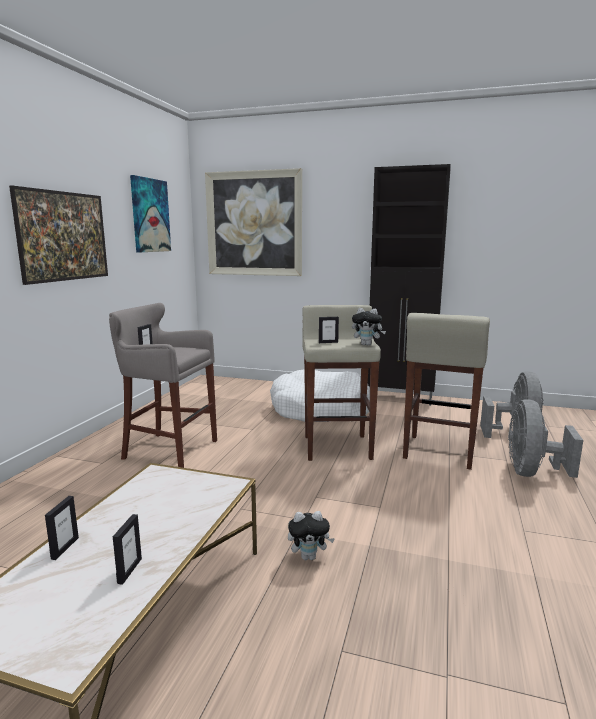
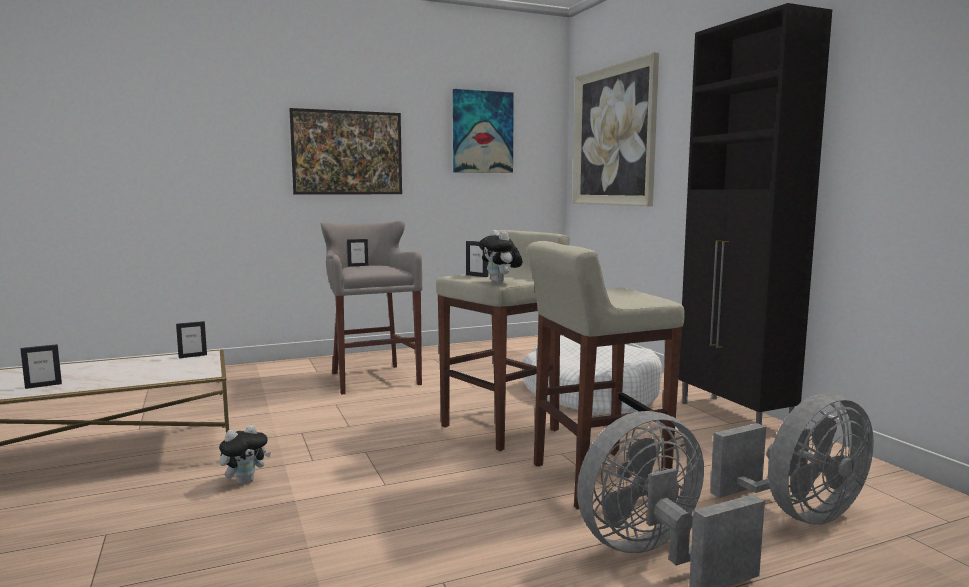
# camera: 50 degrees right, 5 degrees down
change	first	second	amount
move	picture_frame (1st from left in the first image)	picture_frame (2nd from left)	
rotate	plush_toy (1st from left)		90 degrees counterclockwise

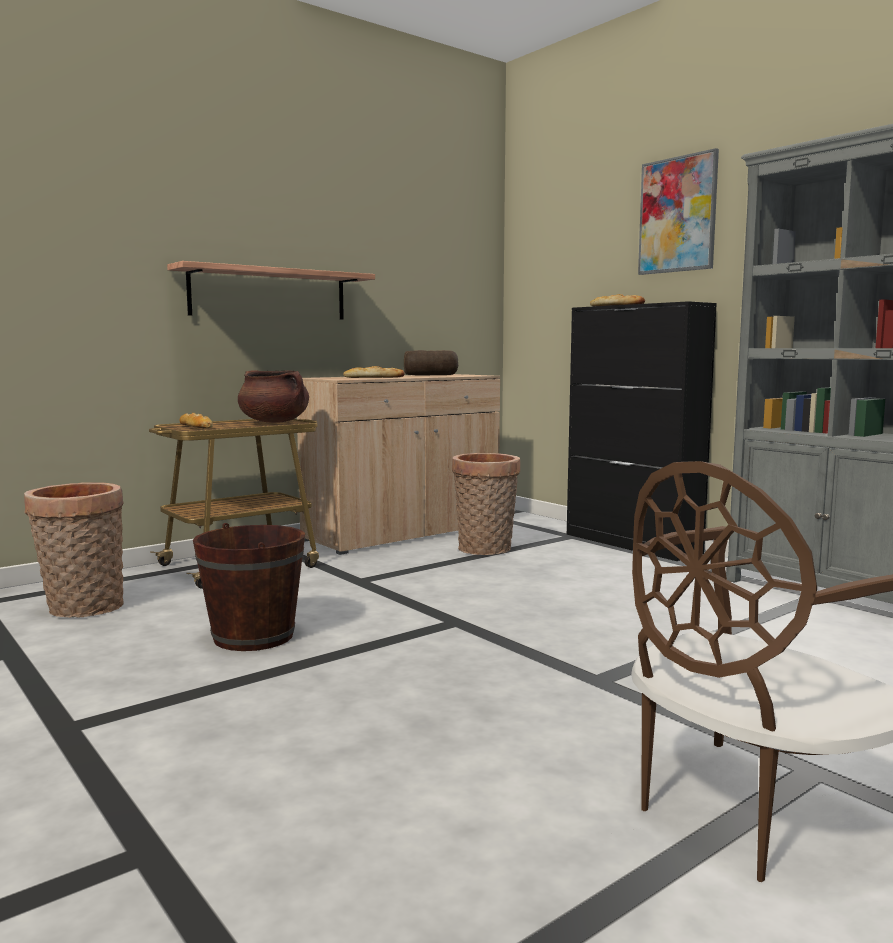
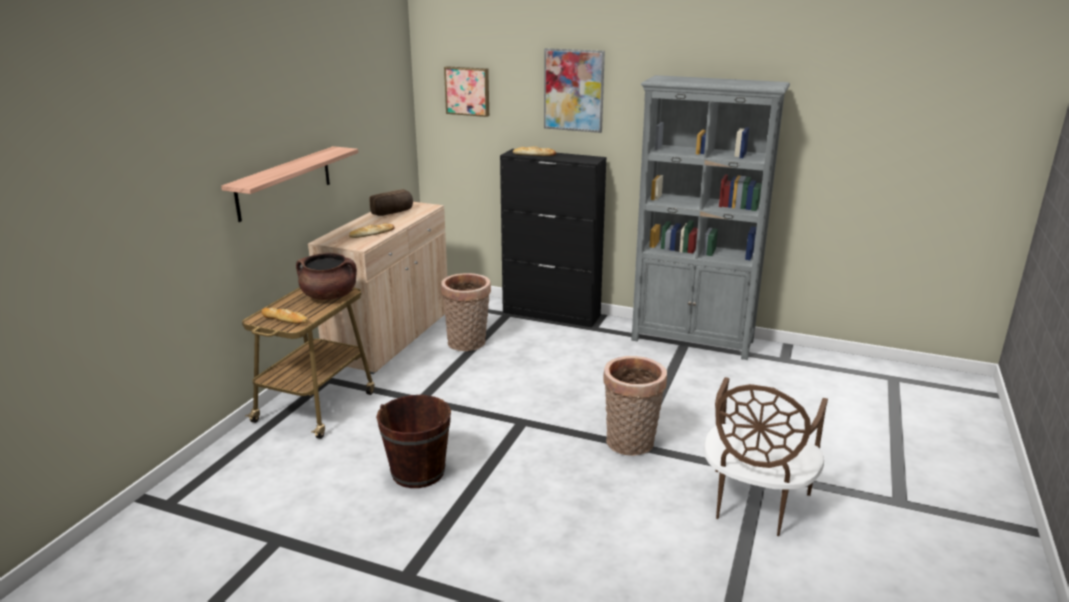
# camera: 30 degrees left, 15 degrees up
change	first	second	amount
move	basket (1st from left in the first image)	basket (2nd from left)	
insert		picture (1st from left)	

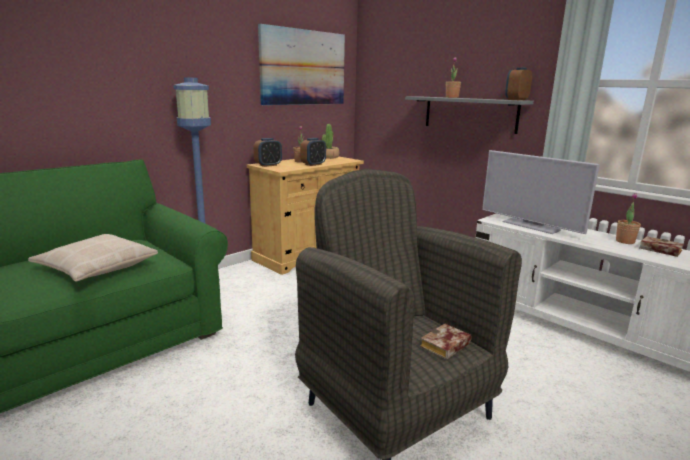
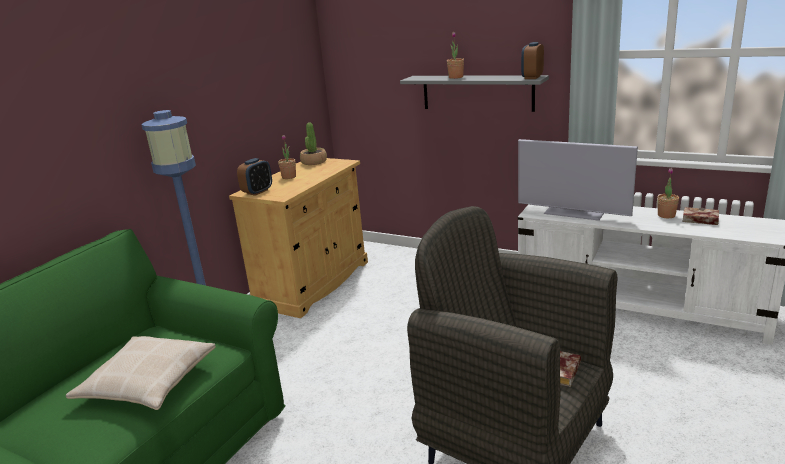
# camera: 15 degrees left, 5 degrees up
change	first	second	amount
delete	picture		
delete	alarm_clock (2nd from left)		

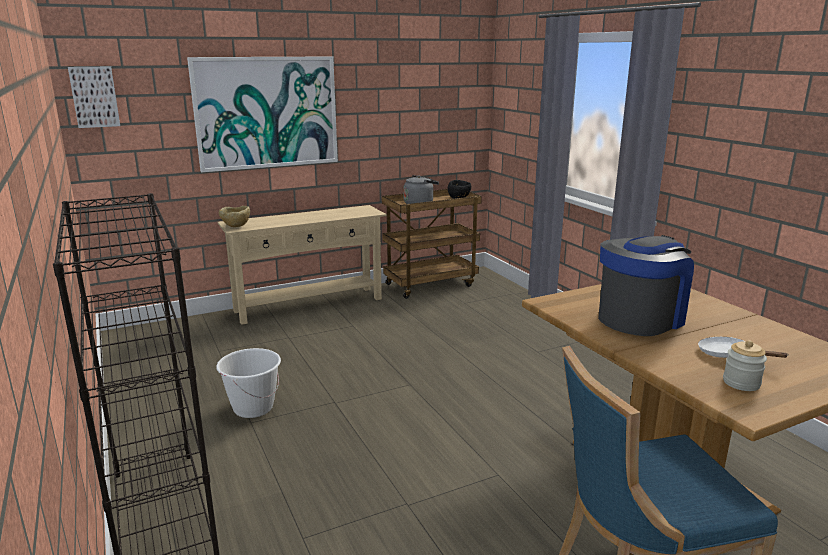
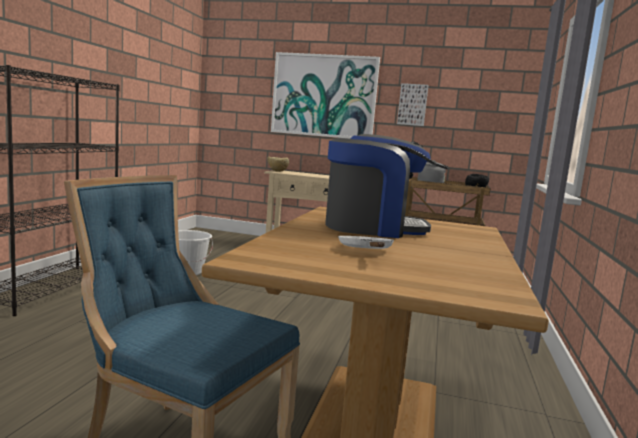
# camera: 40 degrees right, 10 degrees down
change	first	second	amount
move	picture (1st from left in the first image)	picture (2nd from left)	
delete	jar		

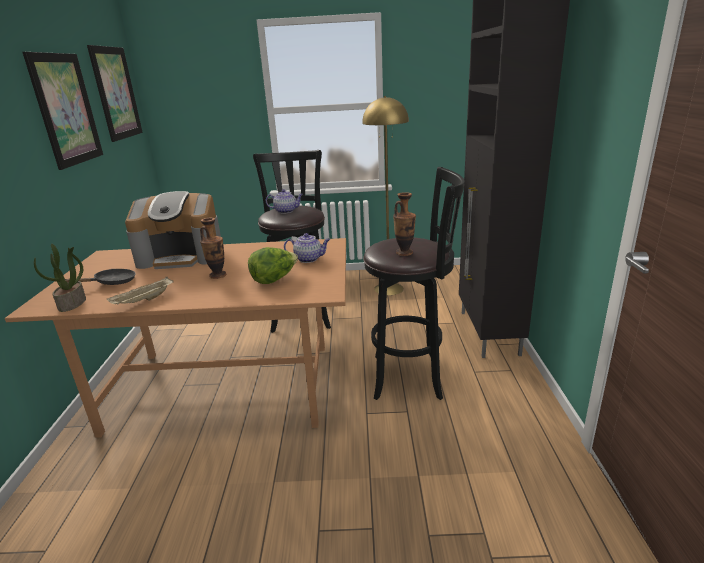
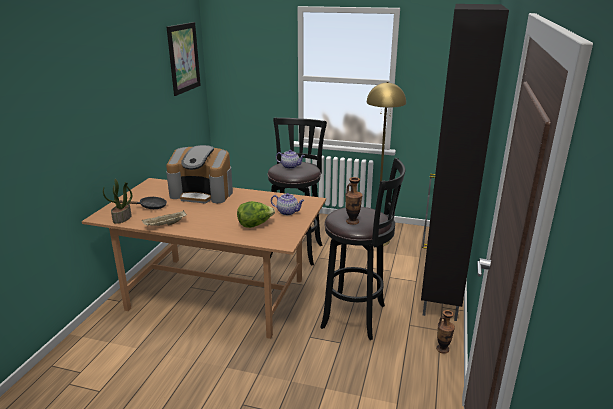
# camera: 15 degrees right, 0 degrees up
change	first	second	amount
delete	picture (1st from left)		
move	vase (1st from left in the first image)	vase (2nd from left)	

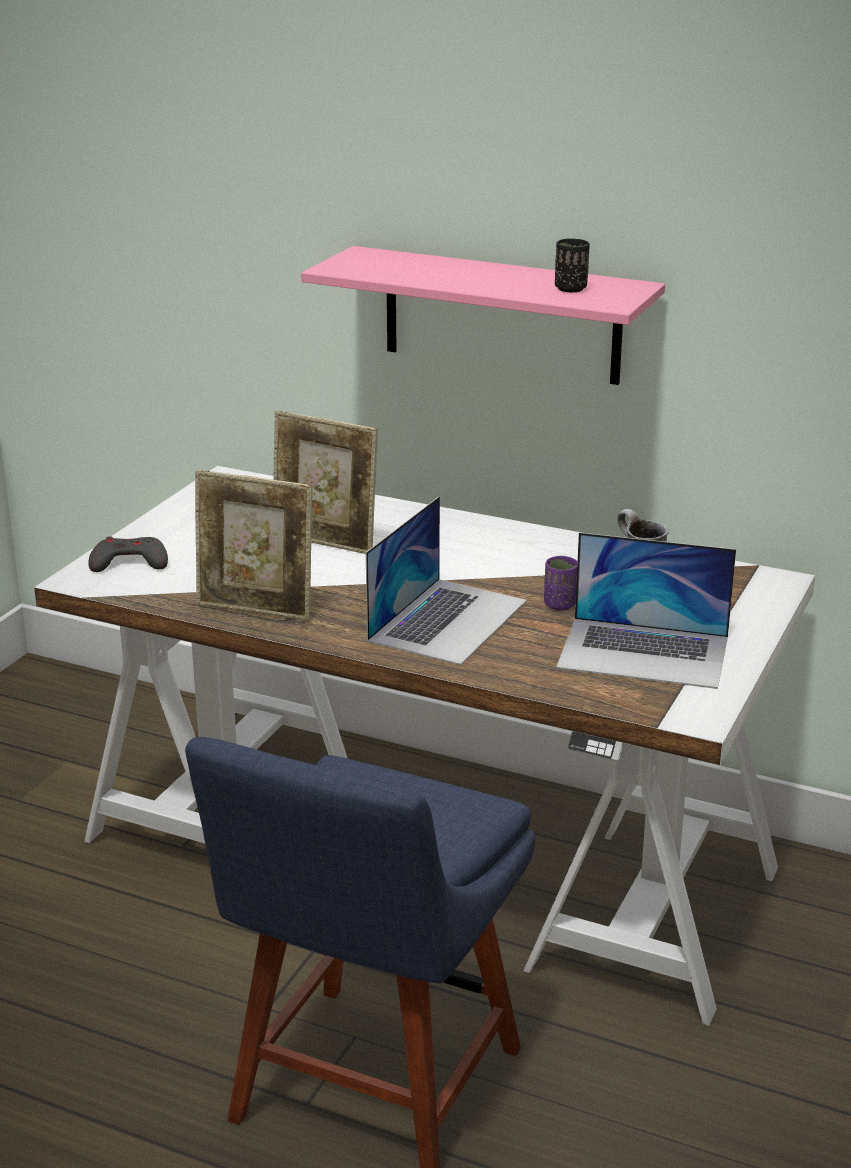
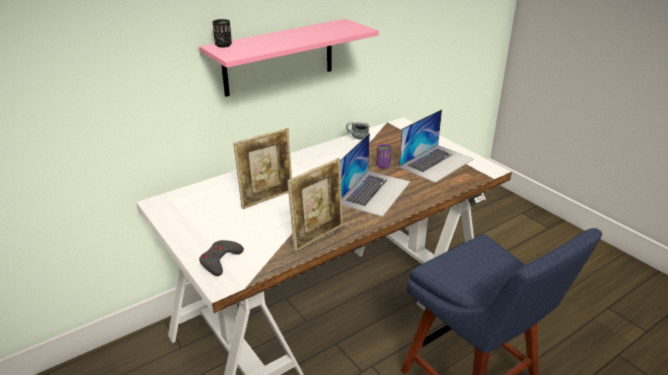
# camera: 60 degrees left, 5 degrees up
change	first	second	amount
move	black_cup		
rotate	laptop (1st from left)		60 degrees clockwise

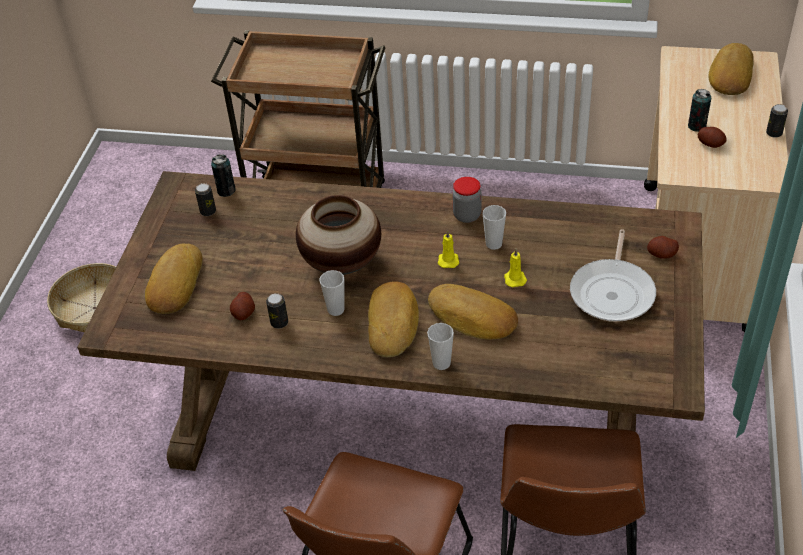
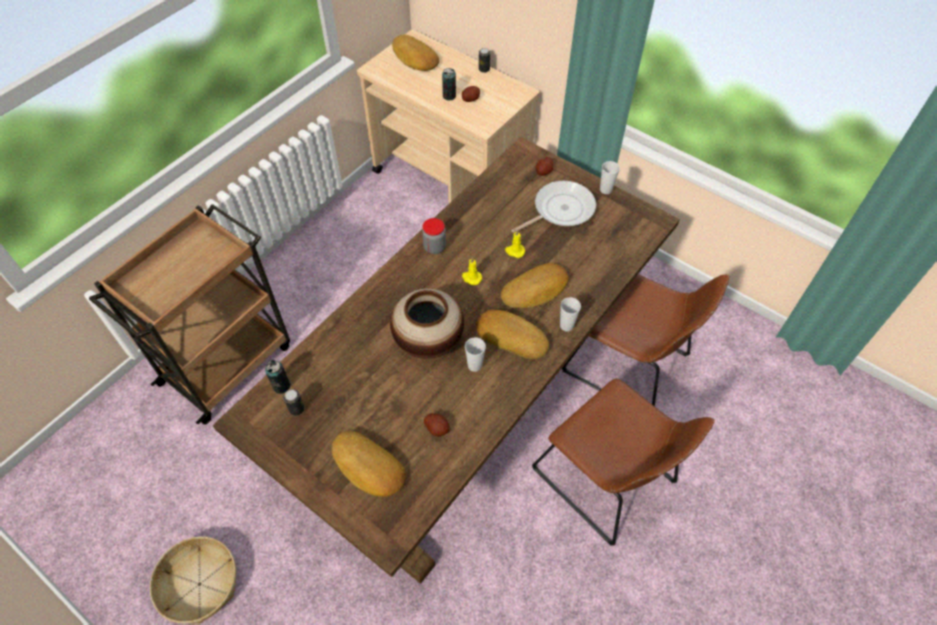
# camera: 65 degrees left, 10 degrees up
change	first	second	amount
move	cup (3rd from left)		
rotate	frying_pan		75 degrees counterclockwise
delete	can (3rd from left)		

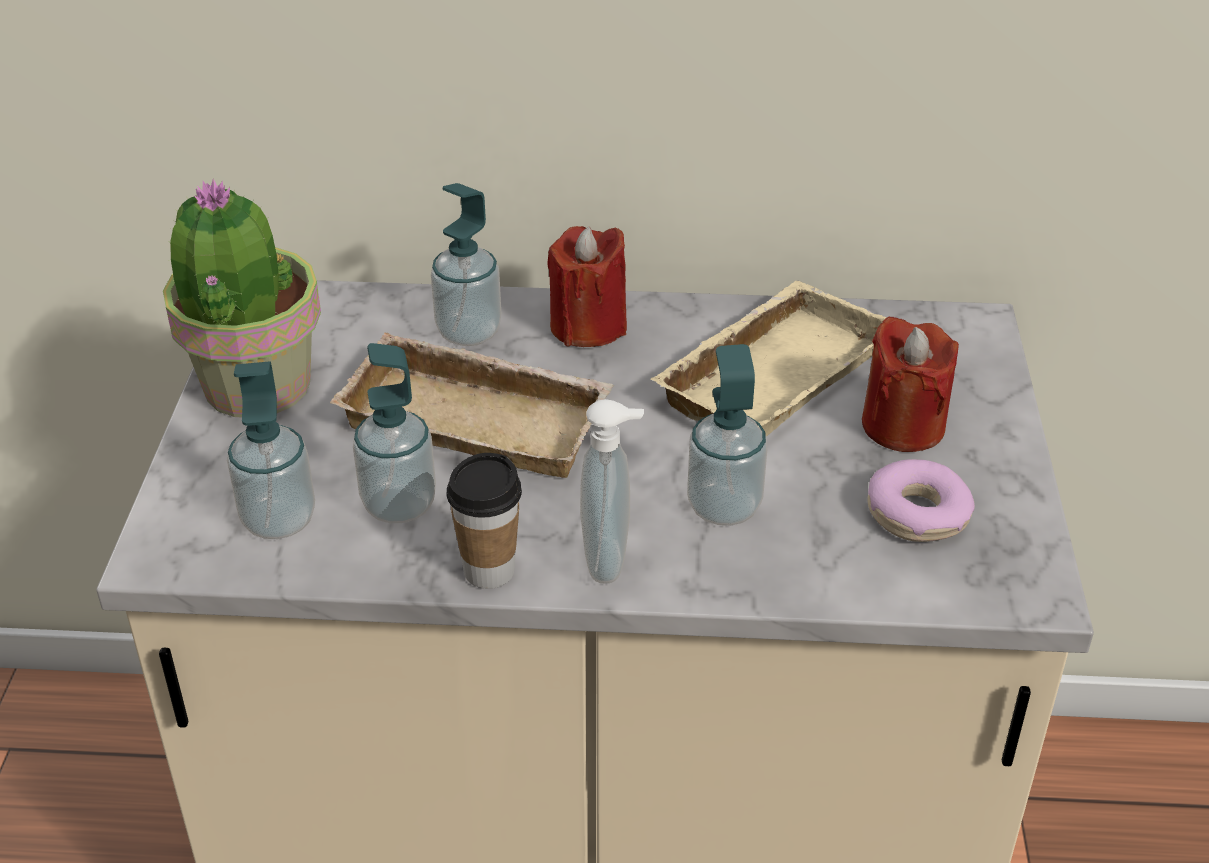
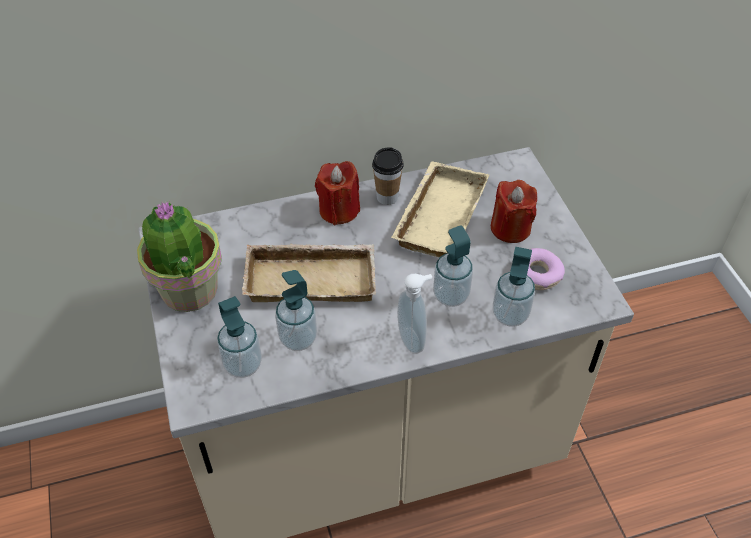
# camera: 20 degrees left, 10 degrees up
change	first	second	amount
move	soap_dispenser (3rd from left in the first image)	soap_dispenser (5th from left)	
move	cup		

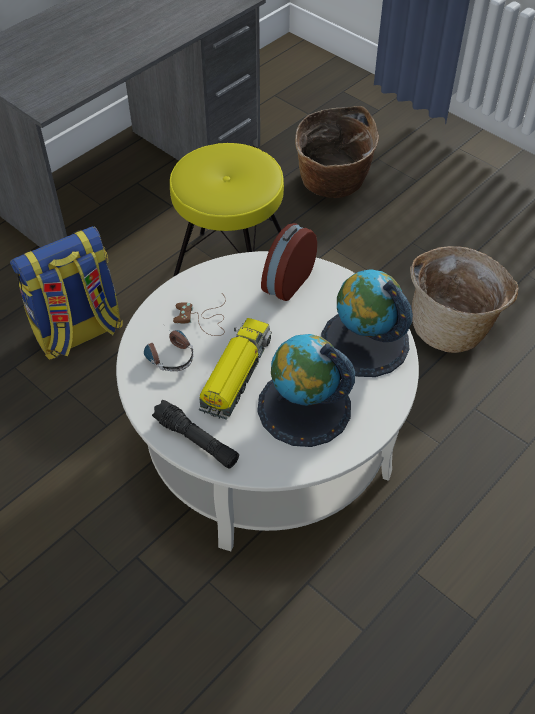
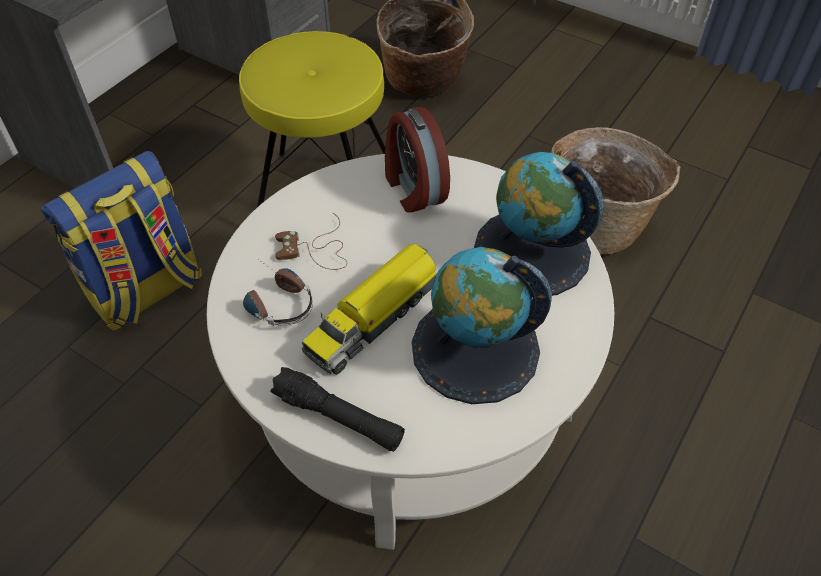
# camera: 10 degrees left, 0 degrees up
change	first	second	amount
rotate	alarm_clock		45 degrees counterclockwise
rotate	toy_truck		150 degrees counterclockwise

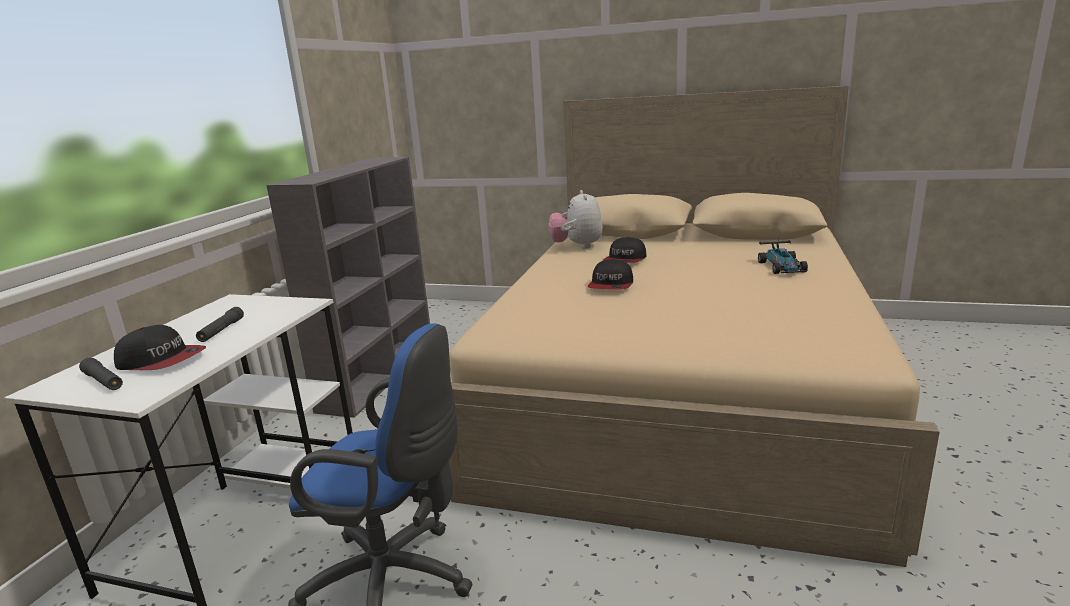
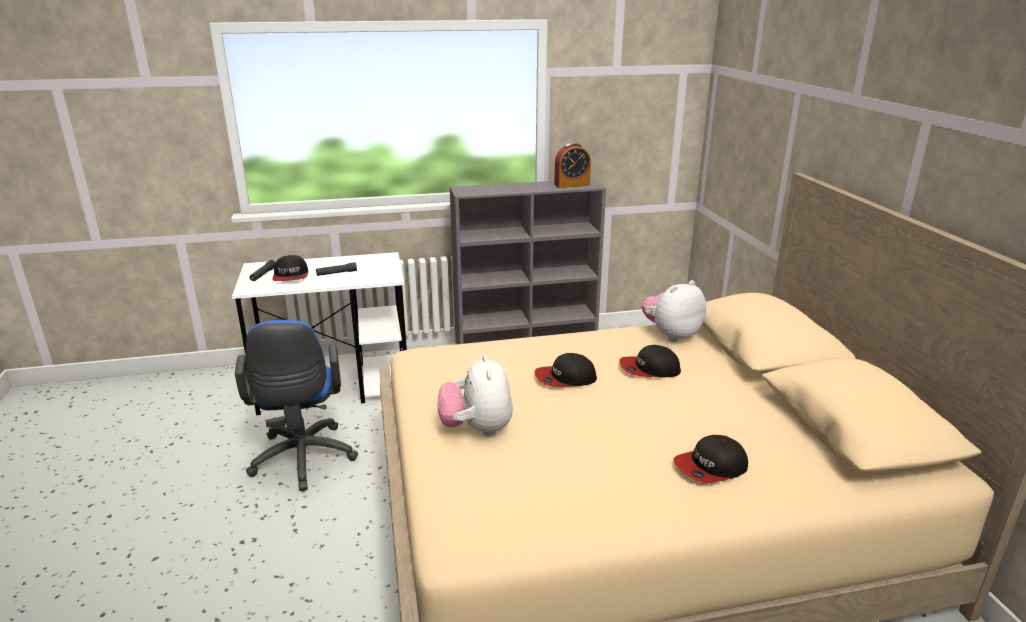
# camera: 60 degrees right, 5 degrees up
change	first	second	amount
replace	toy_car	cap (4th from left)	
insert		alarm_clock	
insert		plush_toy (1st from left)	

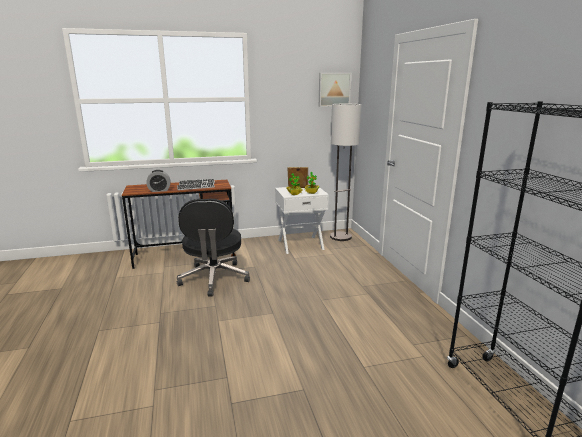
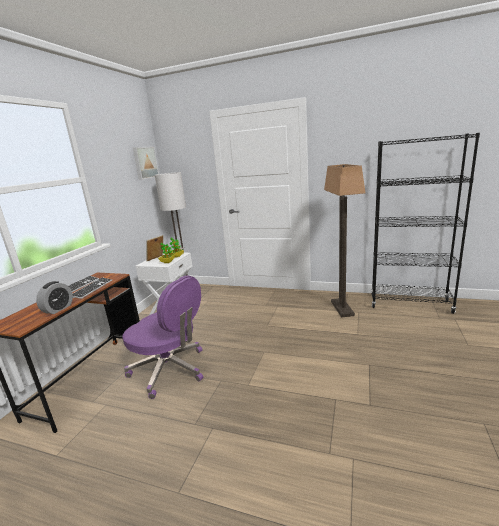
# camera: 55 degrees left, 0 degrees up
change	first	second	amount
recolor	black_office_chair	purple_office_chair	
insert		floor_lamp (2nd from left)	

